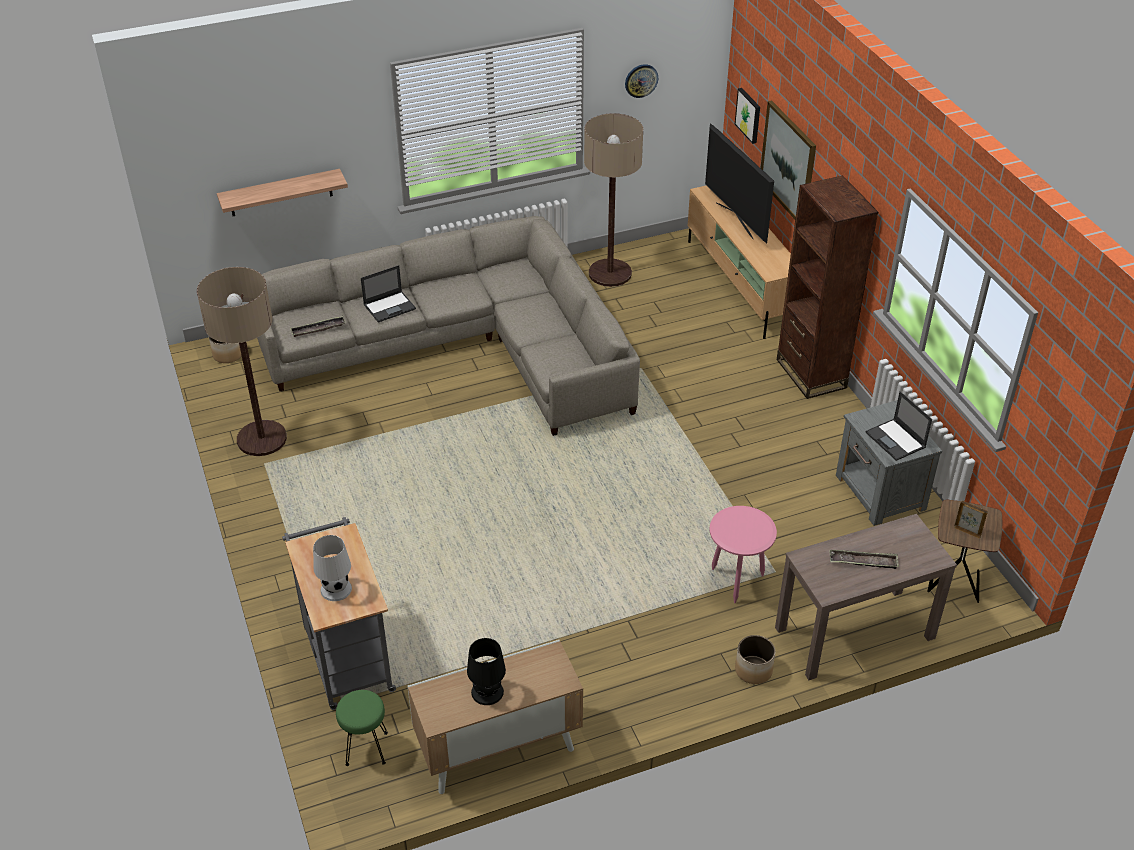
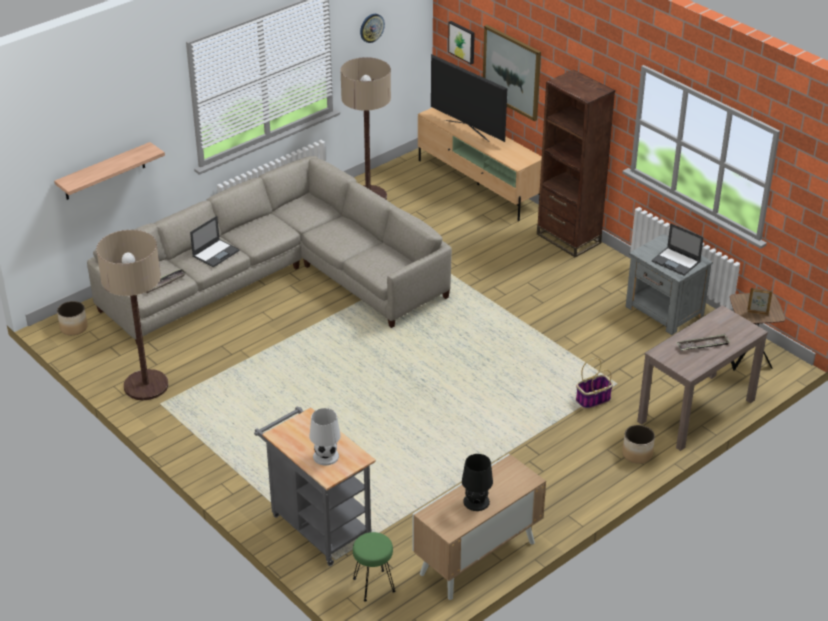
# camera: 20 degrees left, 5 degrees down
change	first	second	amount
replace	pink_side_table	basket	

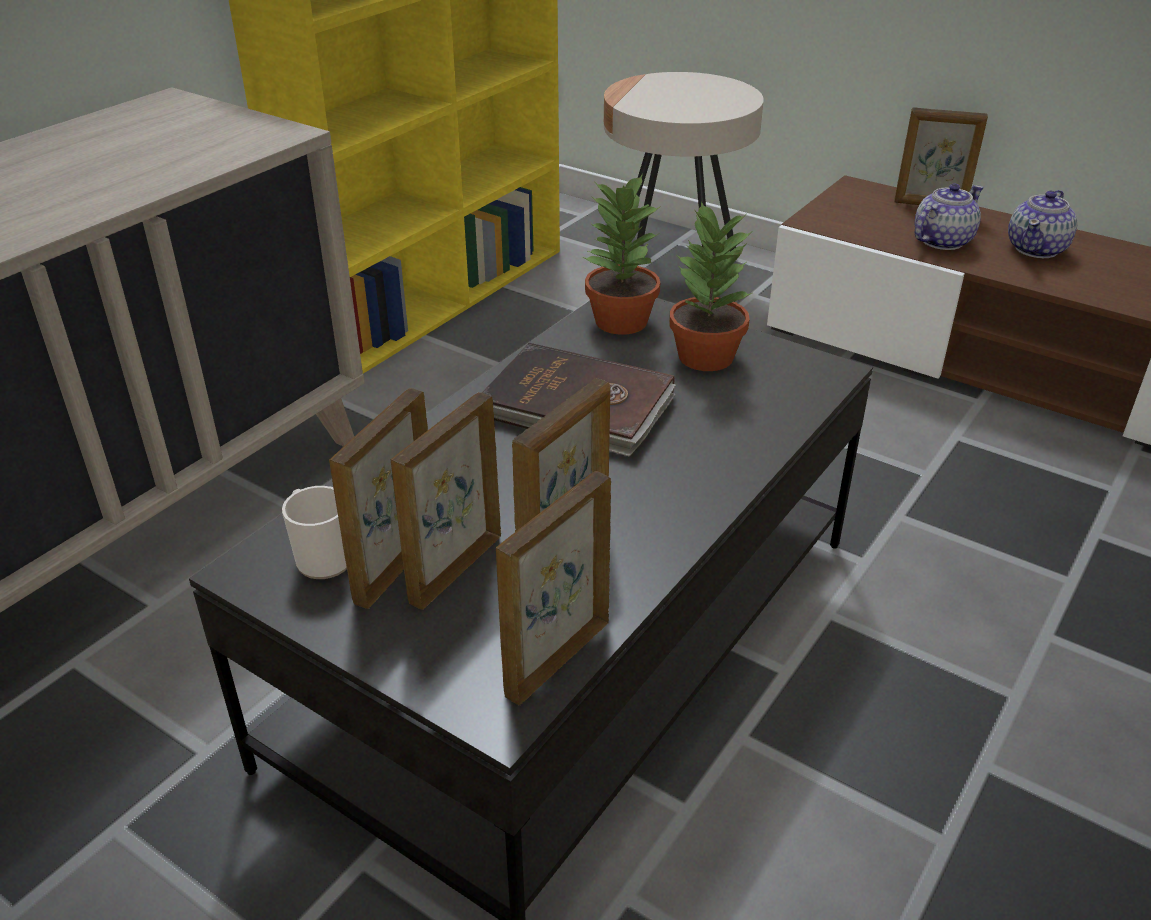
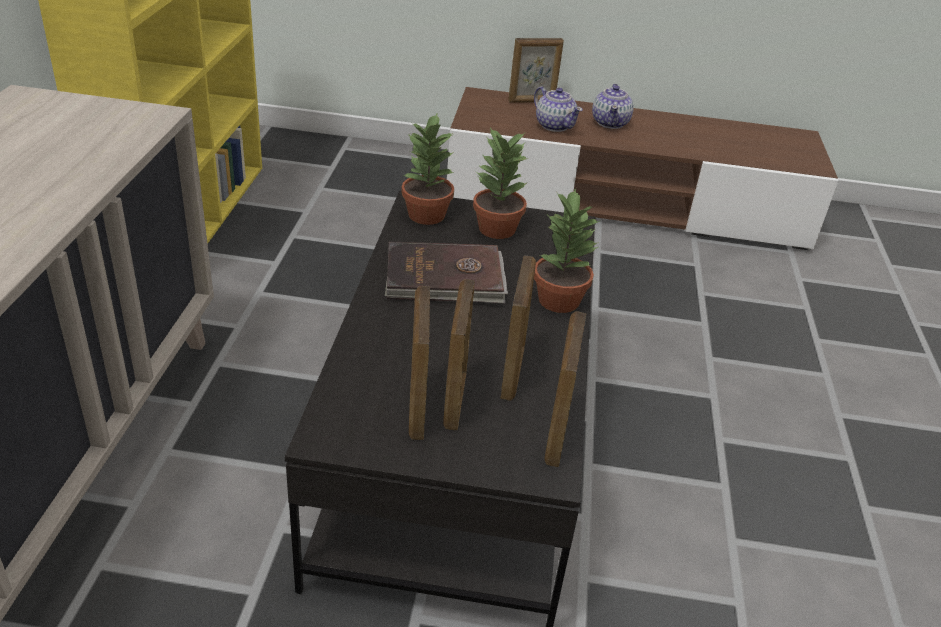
# camera: 30 degrees left, 0 degrees up
change	first	second	amount
delete	beige_side_table		
rotate	teapot (1st from left)		120 degrees clockwise
delete	mug		
insert		potted_plant (3rd from left)	

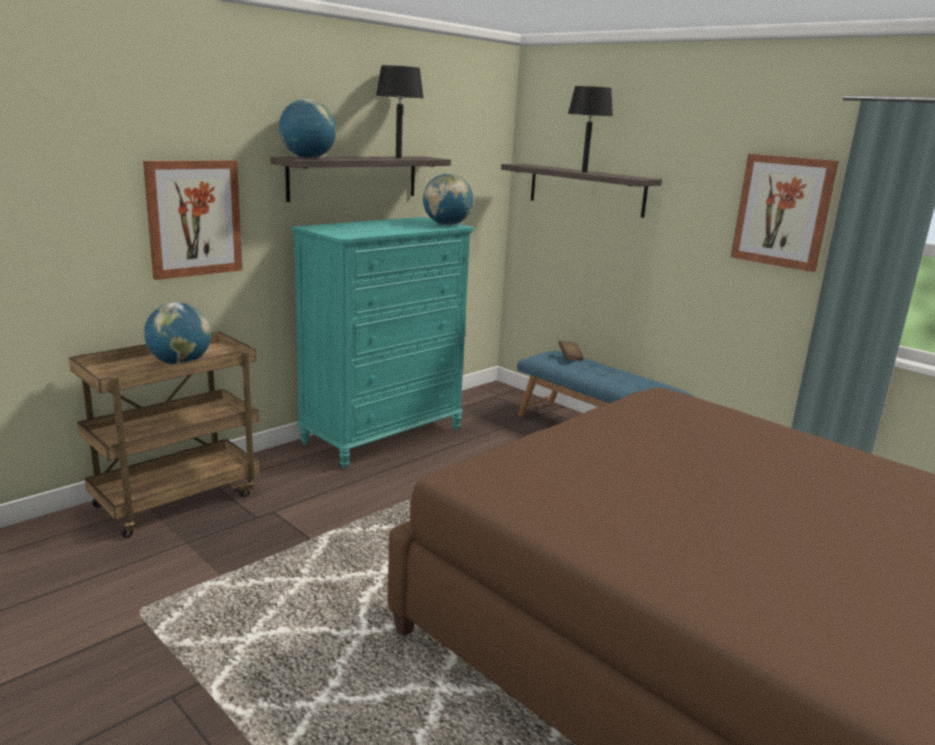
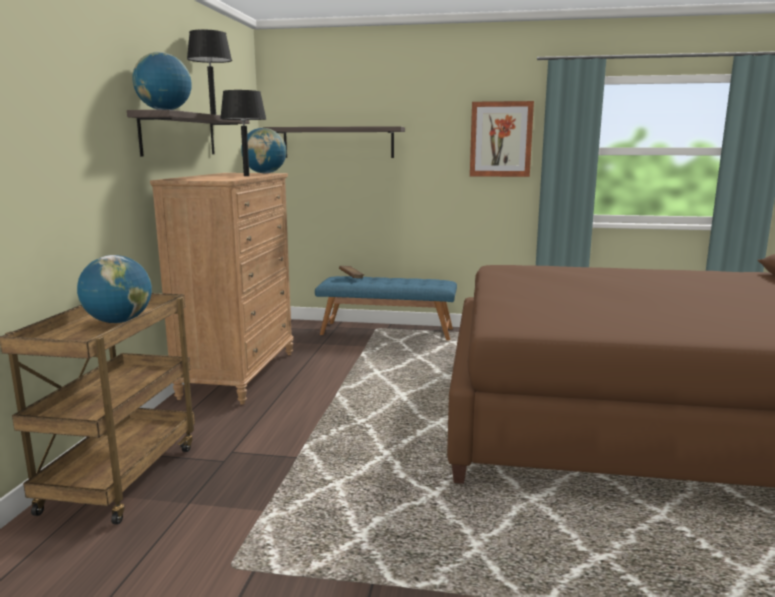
# camera: 35 degrees left, 5 degrees down
change	first	second	amount
move	black_table_lamp (2nd from left)		
delete	picture (1st from left)		
recolor	turquoise_dresser	brown_dresser	

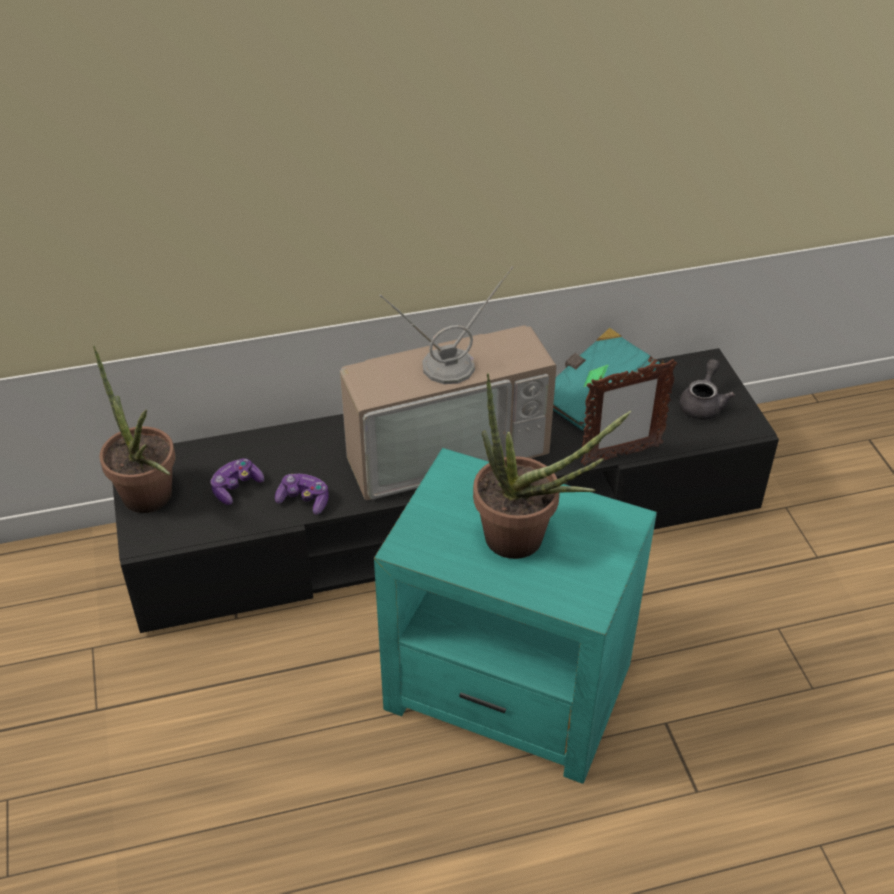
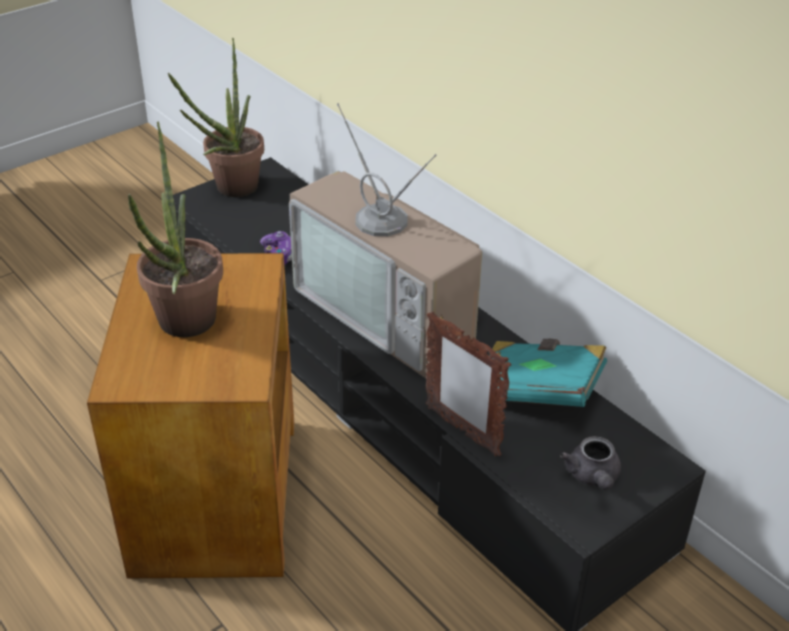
# camera: 65 degrees right, 5 degrees down
change	first	second	amount
rotate	grey_teapot		90 degrees clockwise
recolor	turquoise_side_table	brown_side_table	
delete	game_controller (1st from left)		

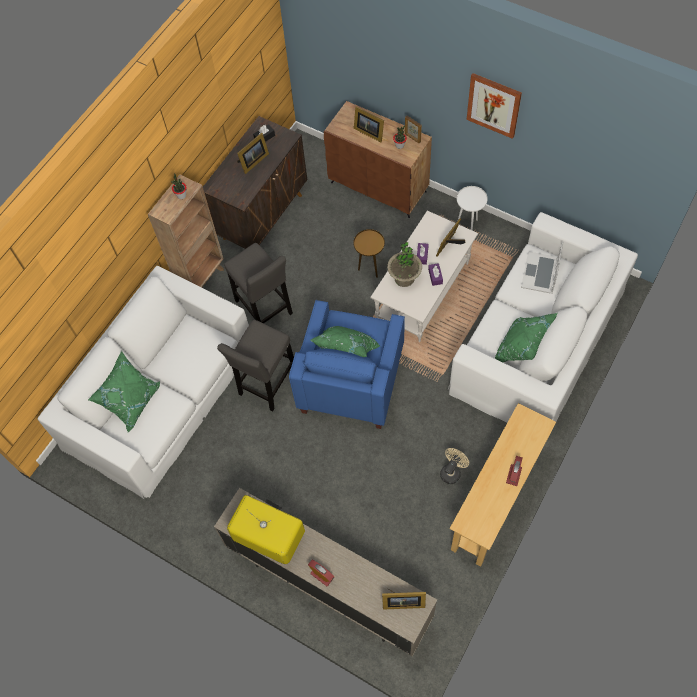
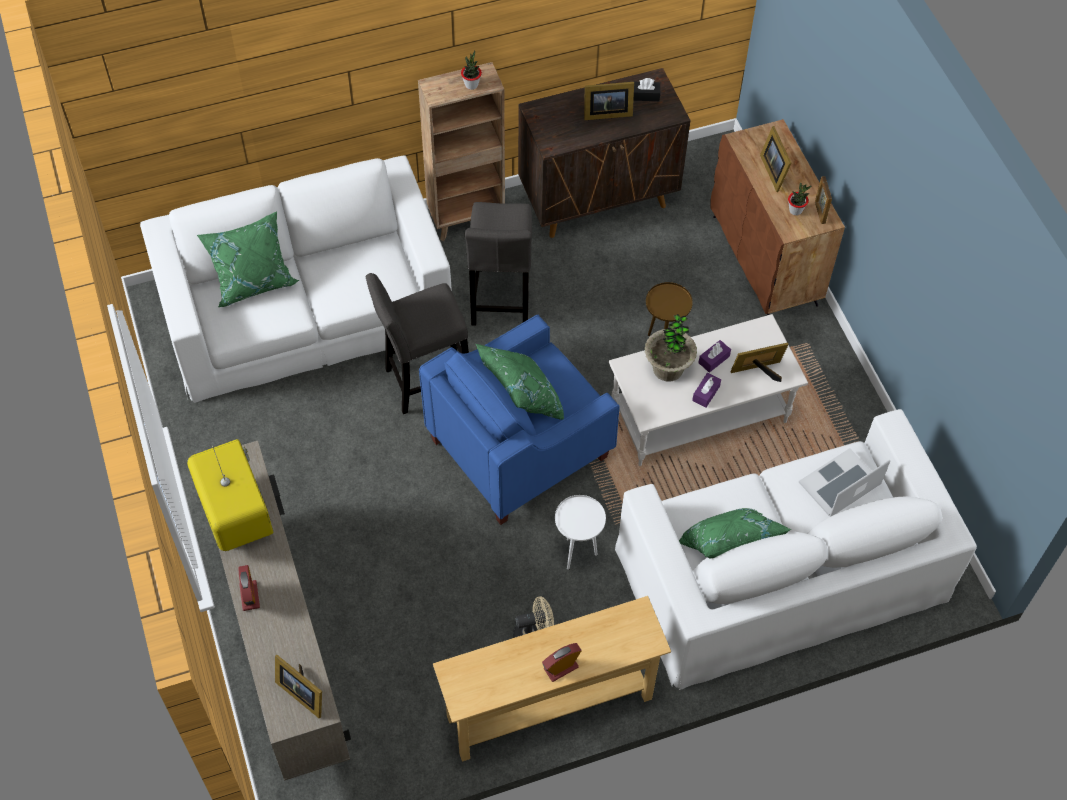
# camera: 35 degrees right, 5 degrees down
change	first	second	amount
delete	picture		
move	white_side_table		

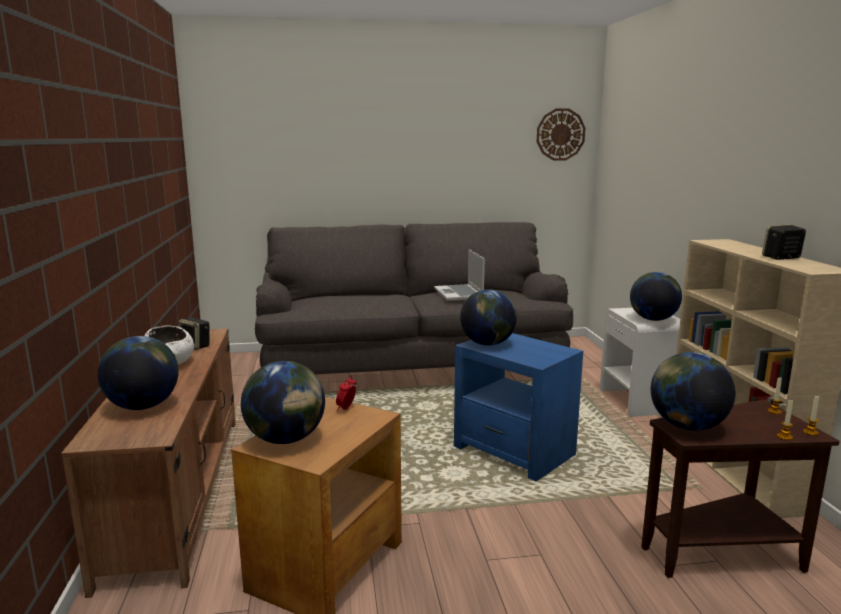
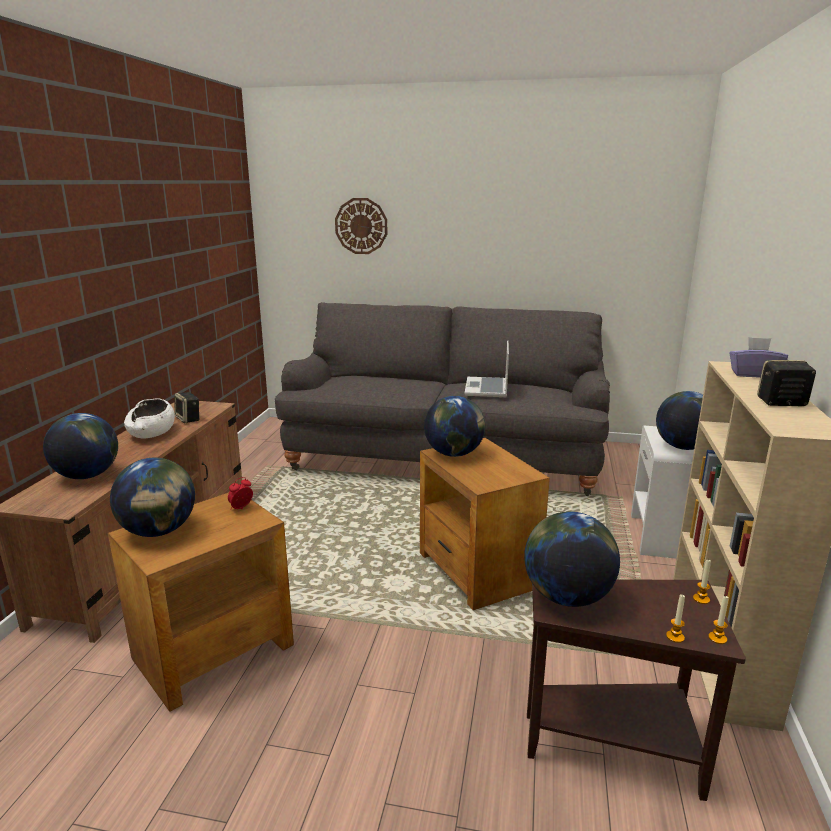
# camera: 20 degrees right, 5 degrees up
change	first	second	amount
move	wall_clock		
recolor	blue_side_table	brown_side_table (2nd from left)	
insert		purple_tissue_box	

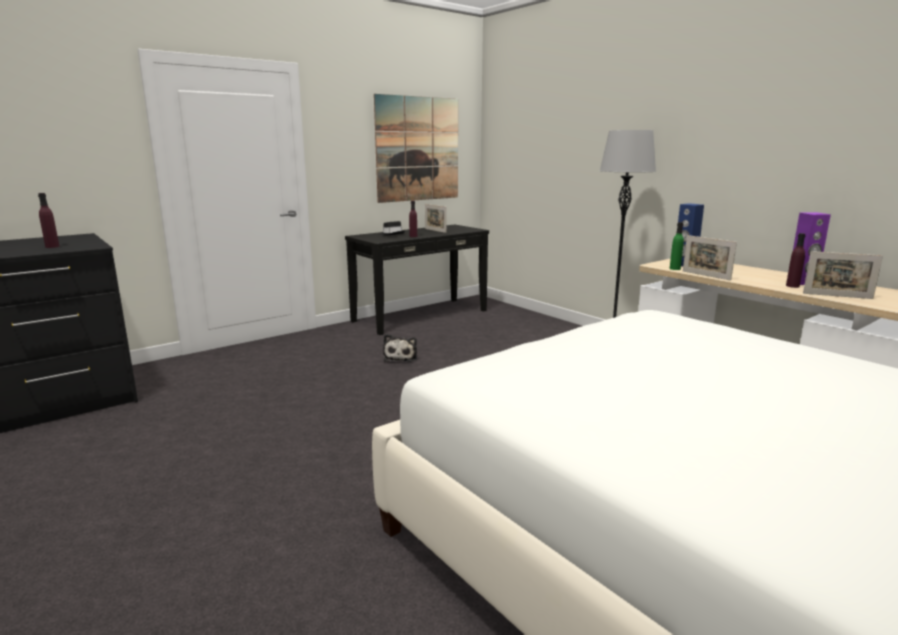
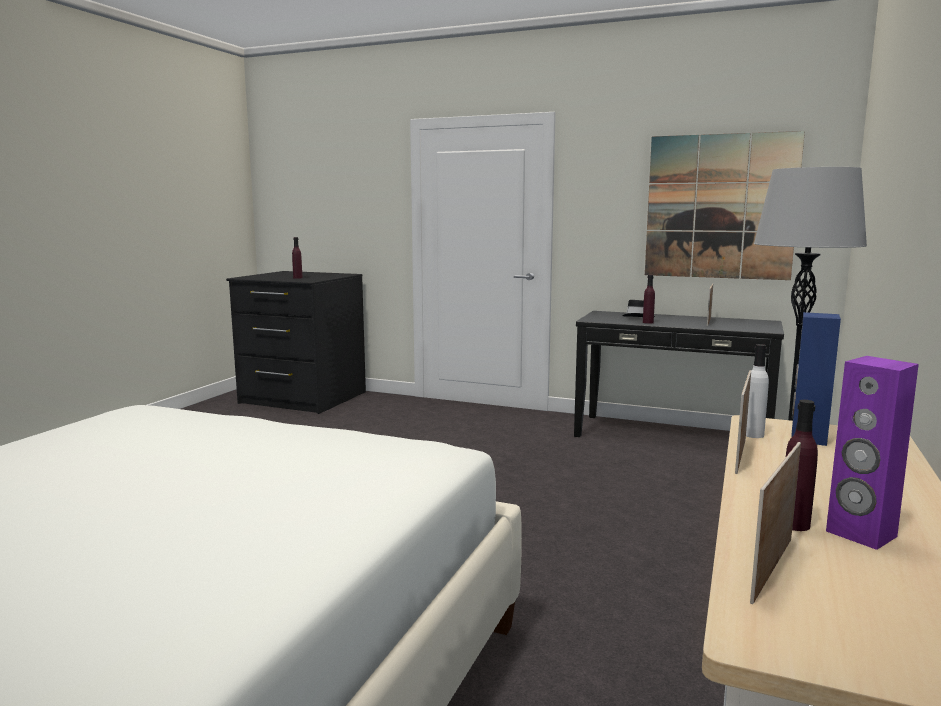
# camera: 60 degrees right, 5 degrees down
change	first	second	amount
recolor	green_bottle	white_bottle	
rotate	picture_frame (3rd from left)		45 degrees clockwise
delete	plush_toy		

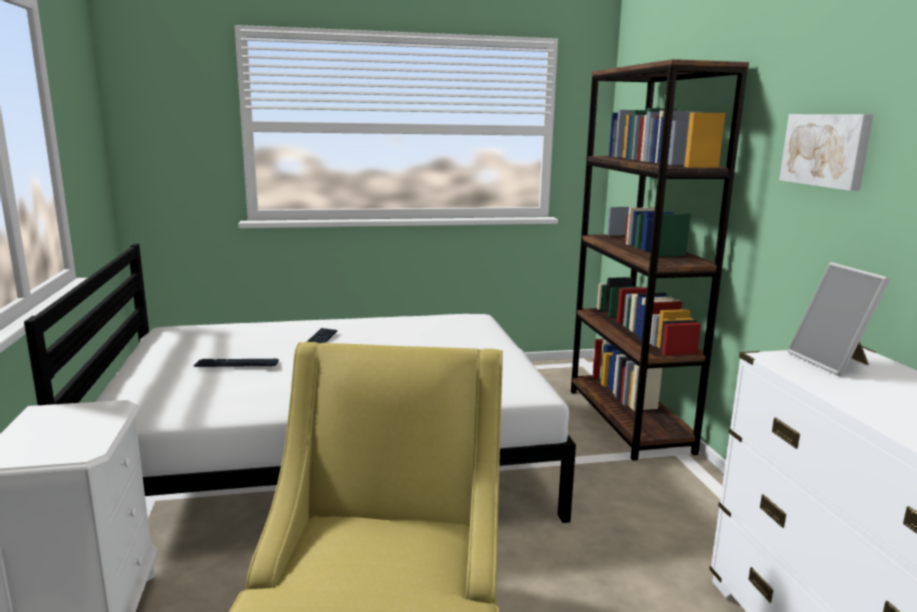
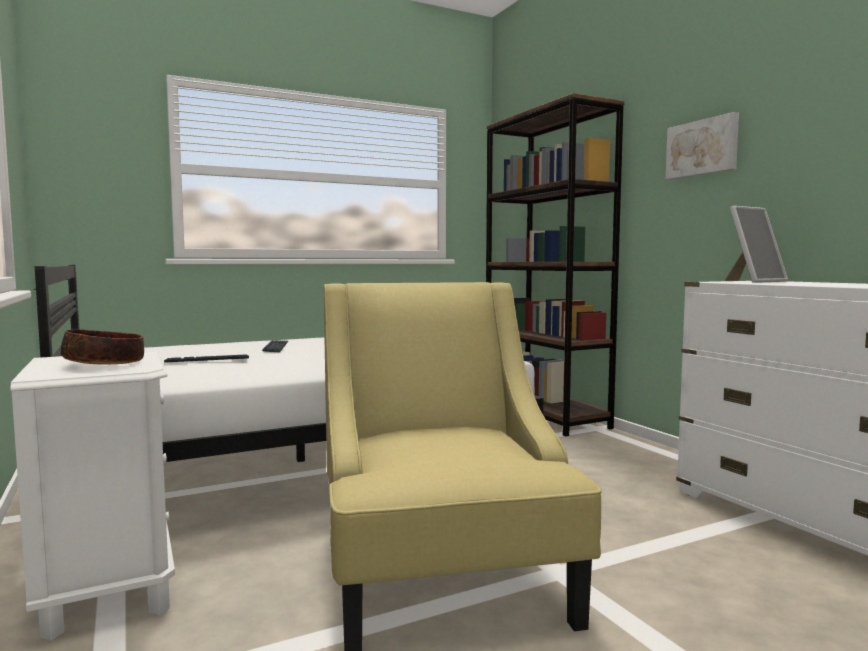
# camera: 15 degrees left, 10 degrees down
change	first	second	amount
rotate	picture_frame		90 degrees counterclockwise
insert		bowl	

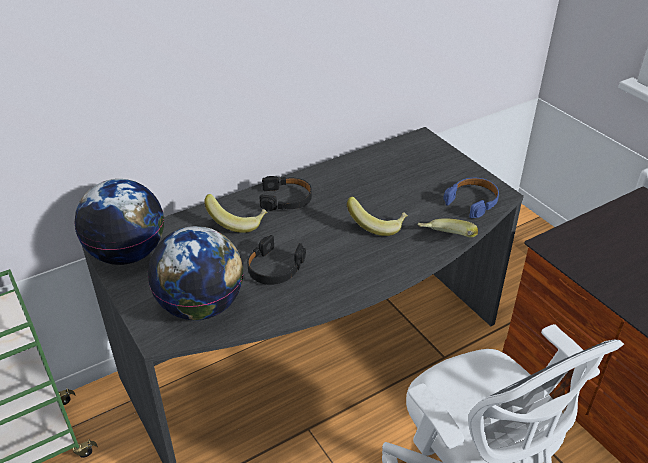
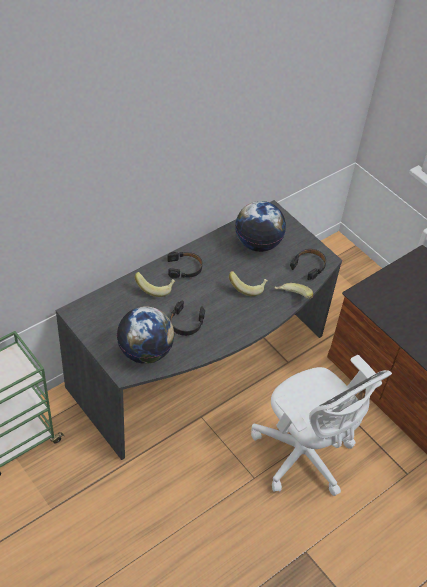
# camera: 10 degrees left, 10 degrees up
change	first	second	amount
recolor	blue_headphones	black_headphones (3rd from left)	
move	globe (1st from left in the first image)	globe (2nd from left)	

